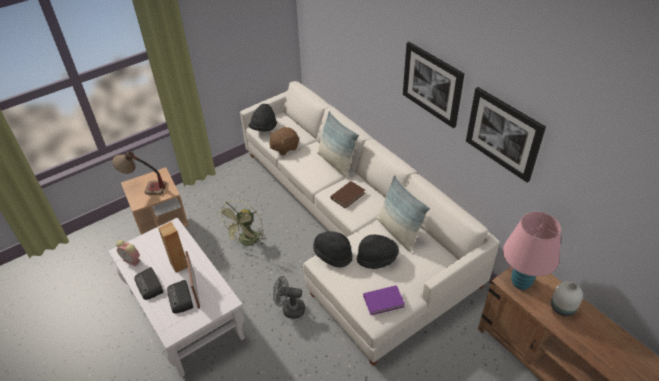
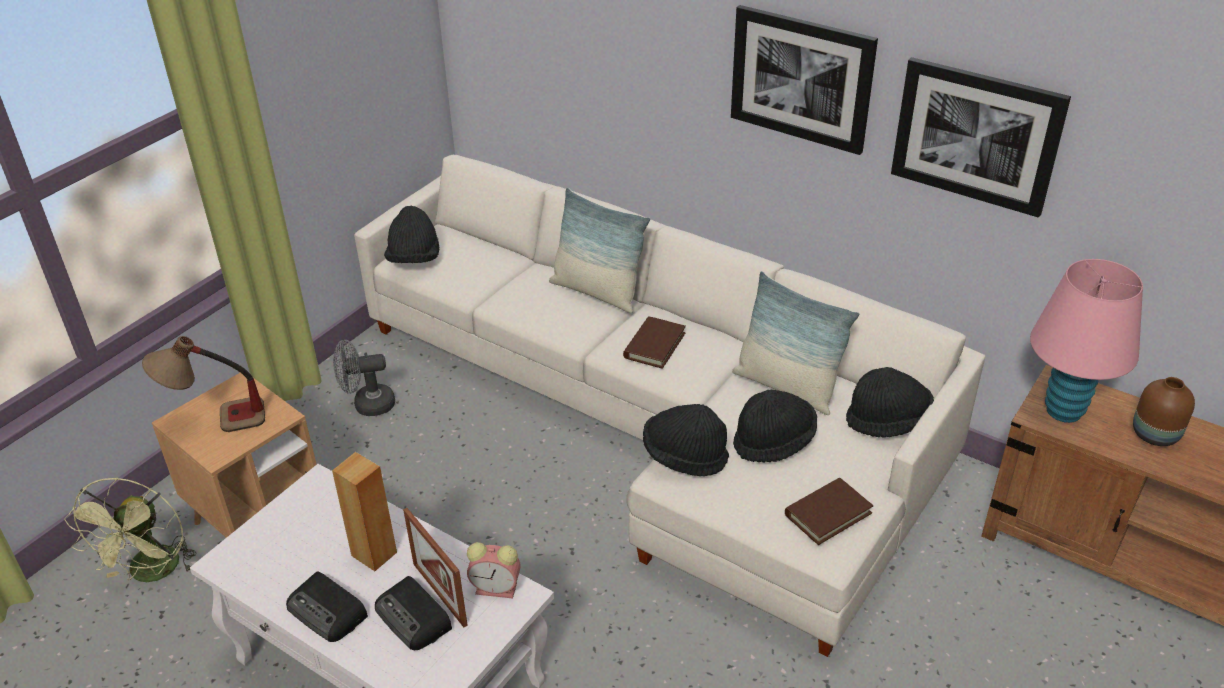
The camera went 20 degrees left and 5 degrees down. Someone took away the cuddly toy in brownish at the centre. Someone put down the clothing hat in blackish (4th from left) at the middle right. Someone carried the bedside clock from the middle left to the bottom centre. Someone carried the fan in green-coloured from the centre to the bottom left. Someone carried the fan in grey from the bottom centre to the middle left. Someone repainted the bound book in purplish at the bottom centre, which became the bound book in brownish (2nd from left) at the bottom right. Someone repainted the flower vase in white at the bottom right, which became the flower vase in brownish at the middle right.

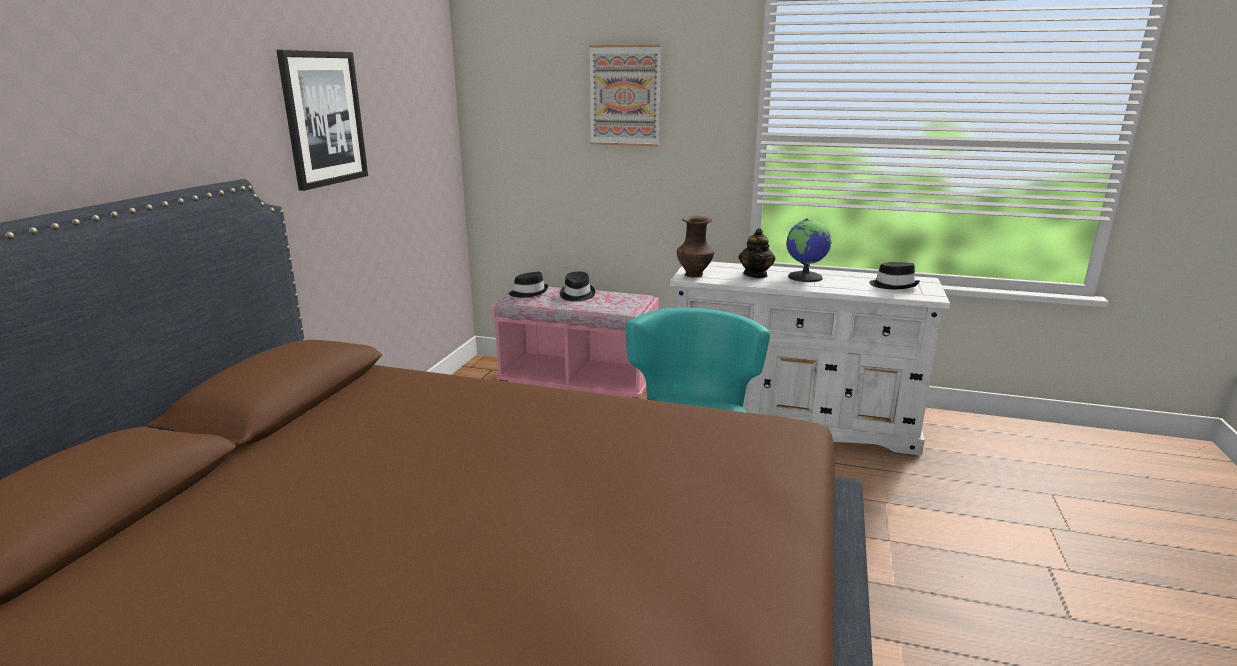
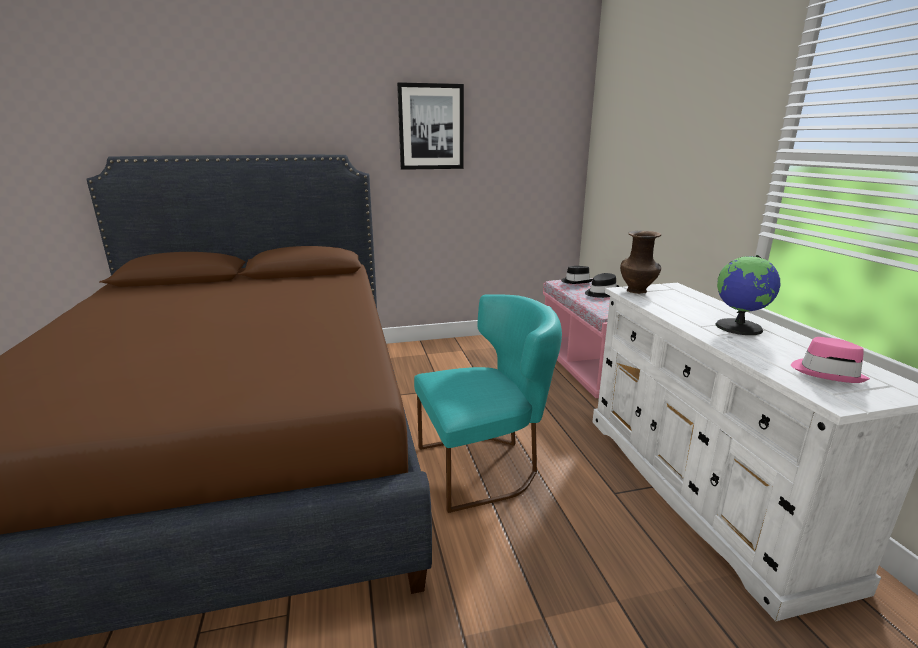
The camera went 60 degrees right and 0 degrees up. Someone took away the picture (2nd from left) at the top centre. Someone took away the tea pot at the centre. Someone repainted the clothing hat in blackish (3rd from left) at the middle right, which became the clothing hat in pink at the middle right.

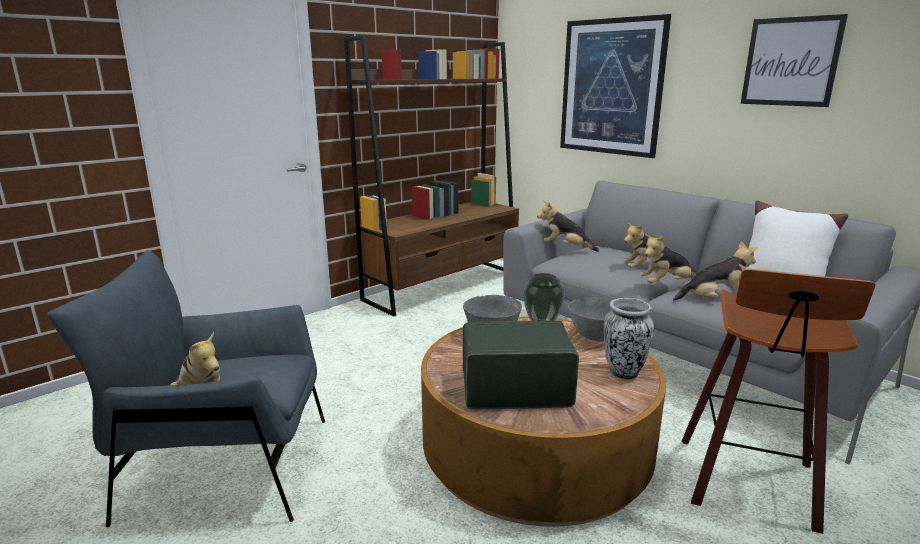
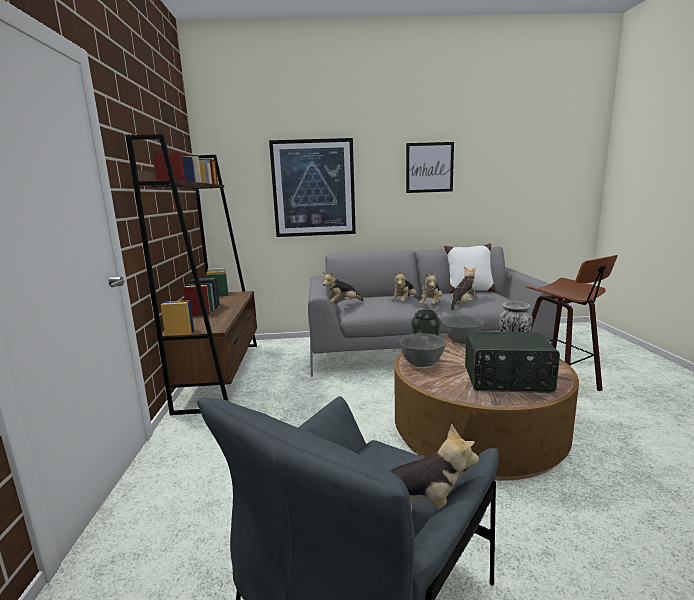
The camera went 50 degrees left and 5 degrees down. Someone rotated the radio set at the bottom centre by 120 degrees counterclockwise.

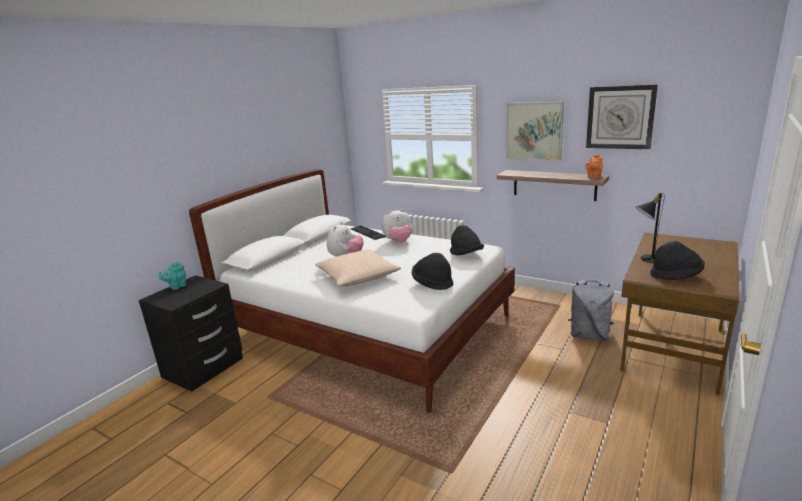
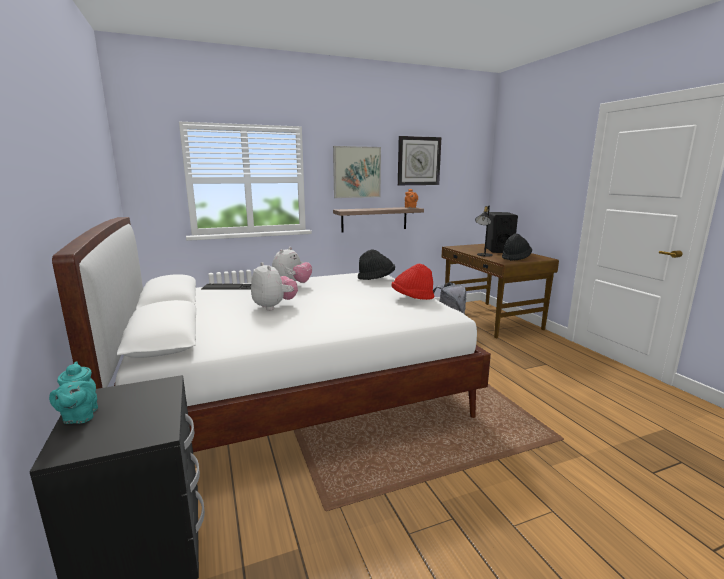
The camera went 55 degrees left and 5 degrees down. Someone took away the cushion in beige-coloured at the centre. Someone put down the loudspeaker in blackish at the middle right. Someone repainted the clothing hat in blackish (1st from left) at the centre, which became the clothing hat in reddish at the centre.

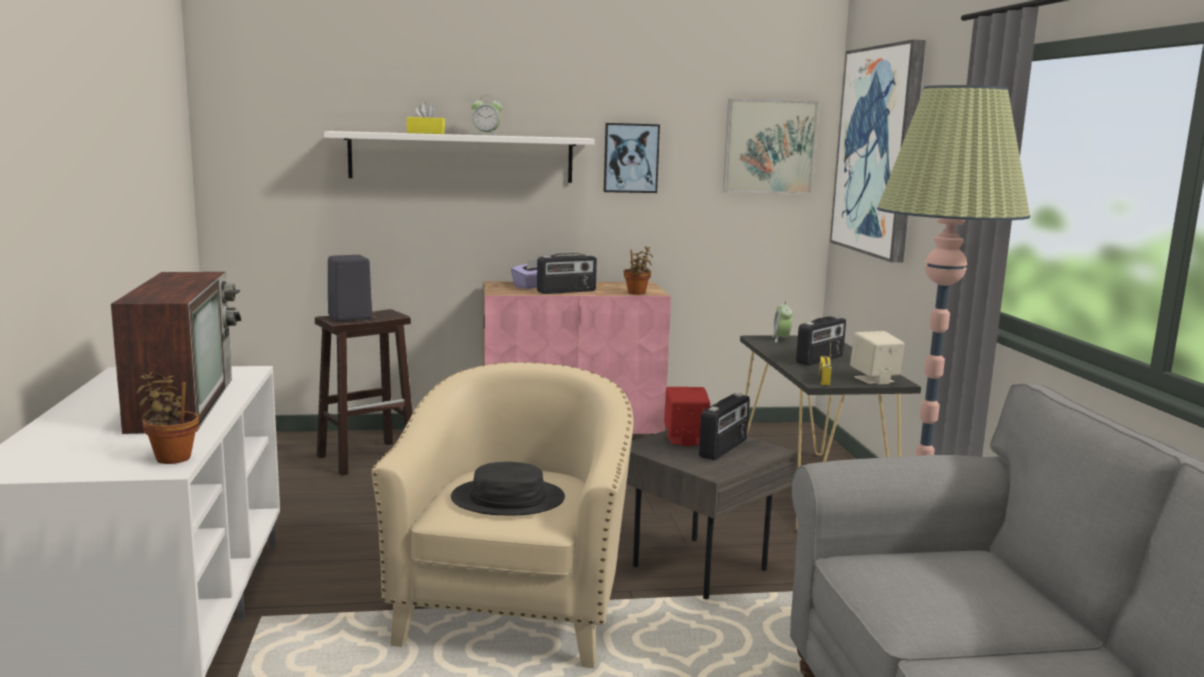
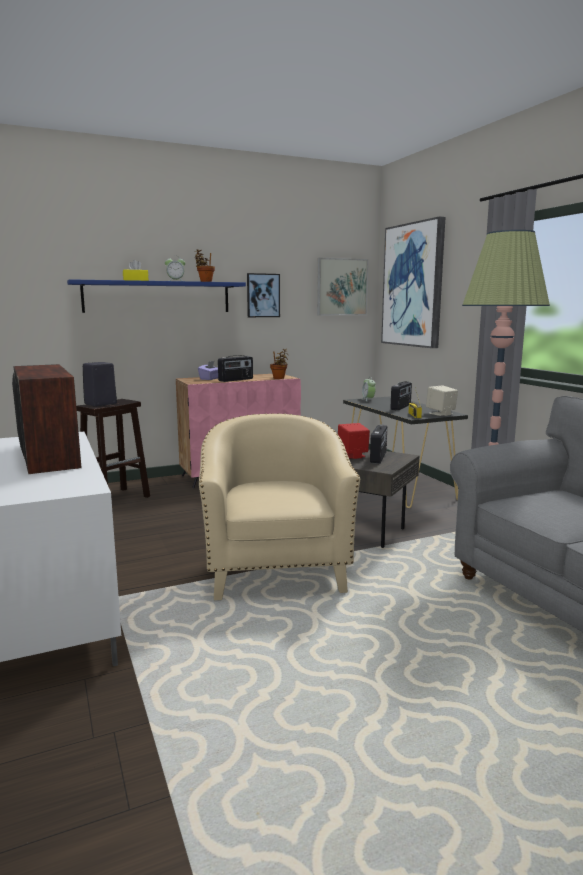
The camera went 15 degrees left and 0 degrees up. Someone took away the clothing hat in blackish at the bottom centre. Someone carried the potted plant (1st from left) from the middle left to the top centre. Someone repainted the wall shelf in white at the top centre, which became the wall shelf in blue-coloured at the middle left.

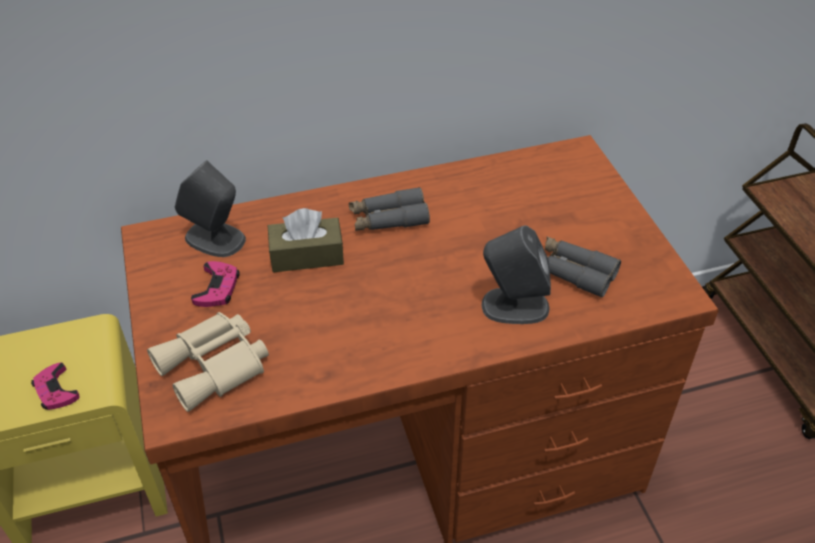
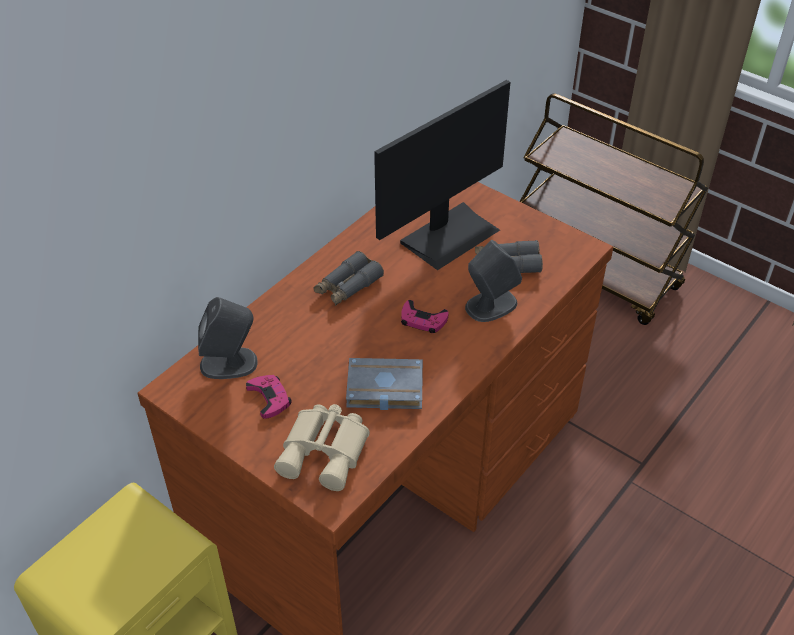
The camera went 35 degrees left and 0 degrees up. Someone took away the tissue box in brownish at the centre. Someone put down the bound book in grey at the centre. Someone put down the computer screen at the top centre. Someone carried the game controller in pink (1st from left in the first image) from the bottom left to the centre.

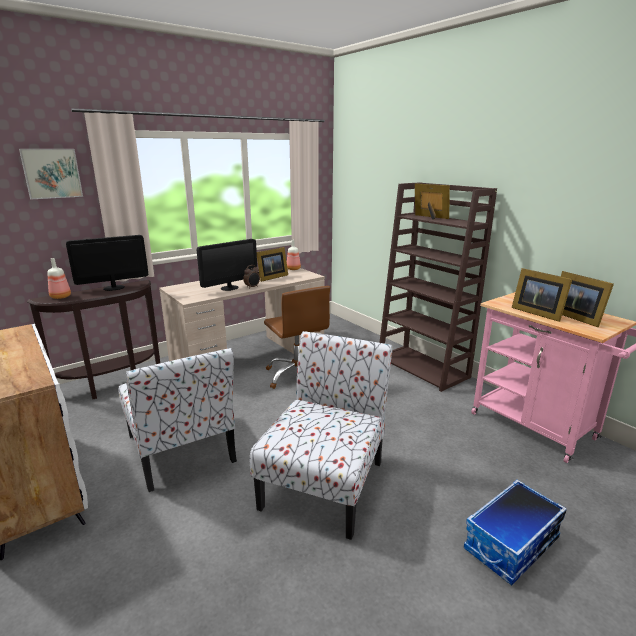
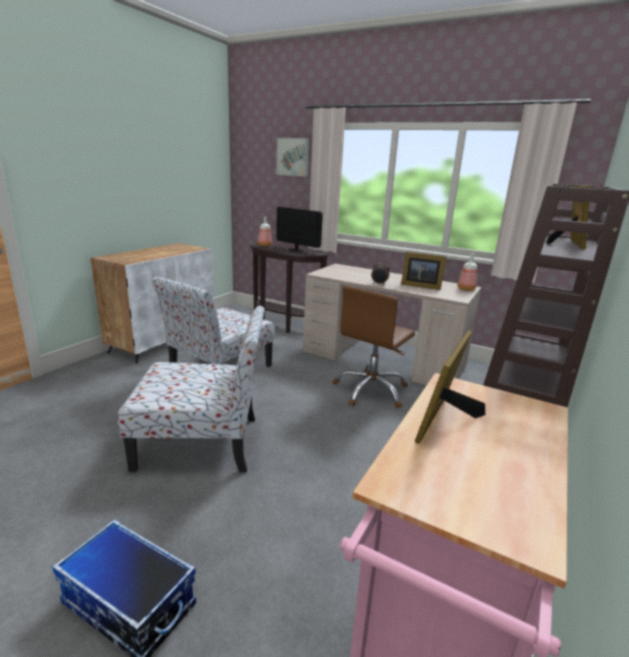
The camera went 65 degrees right and 0 degrees up. Someone took away the computer screen (2nd from left) at the centre. Someone took away the photo frame (4th from left) at the middle right.

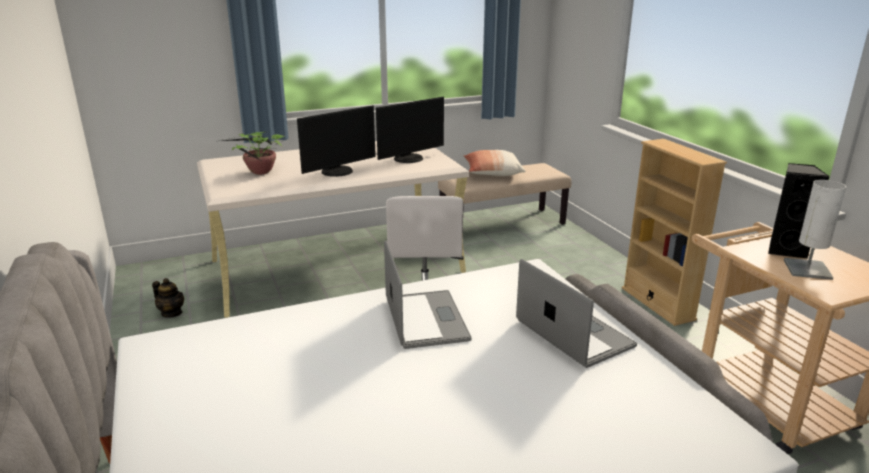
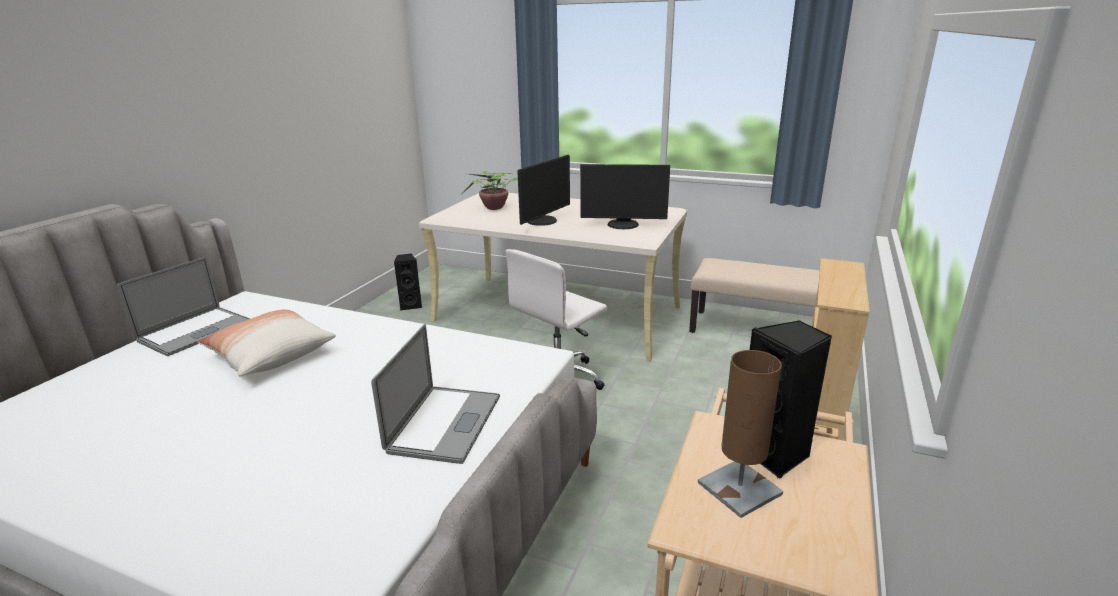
The camera went 45 degrees right and 0 degrees up. Someone carried the laptop (1st from left) from the centre to the middle left. Someone carried the cushion from the centre to the middle left. Someone swapped the tea pot at the middle left for the loudspeaker in blackish (1st from left) at the centre. Someone repainted the tabletop lamp in white at the middle right, which became the tabletop lamp in brownish at the bottom centre. Someone rotated the computer screen (1st from left) at the top centre by 60 degrees counterclockwise.

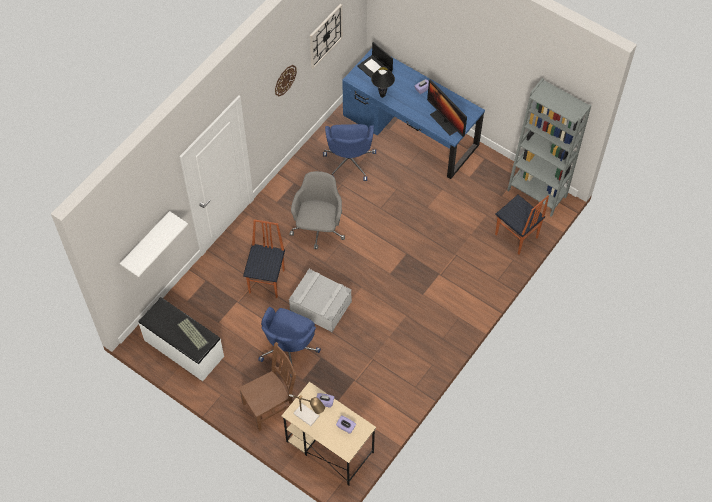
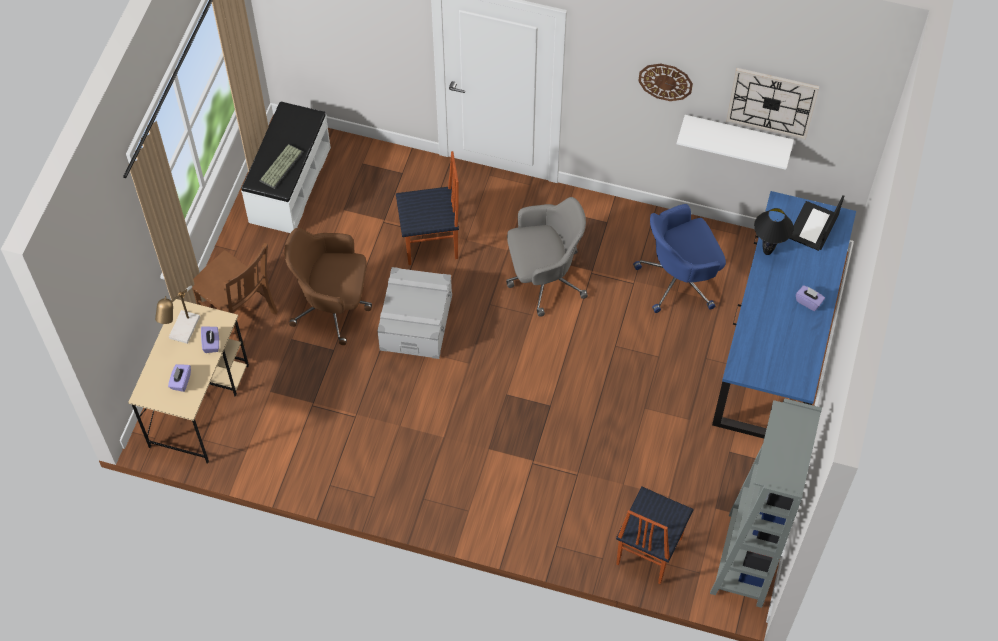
The camera went 70 degrees right and 0 degrees up. Someone took away the computer screen at the top centre. Someone carried the wall shelf in white from the middle left to the top right. Someone repainted the desk chair in blue-coloured (1st from left) at the bottom centre, which became the desk chair in brownish at the middle left.

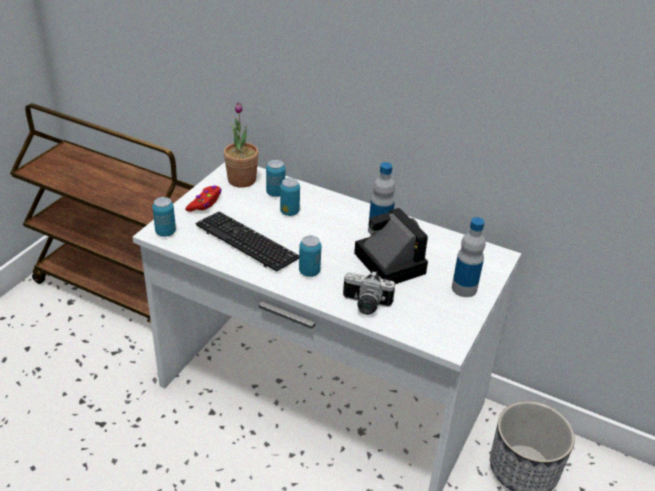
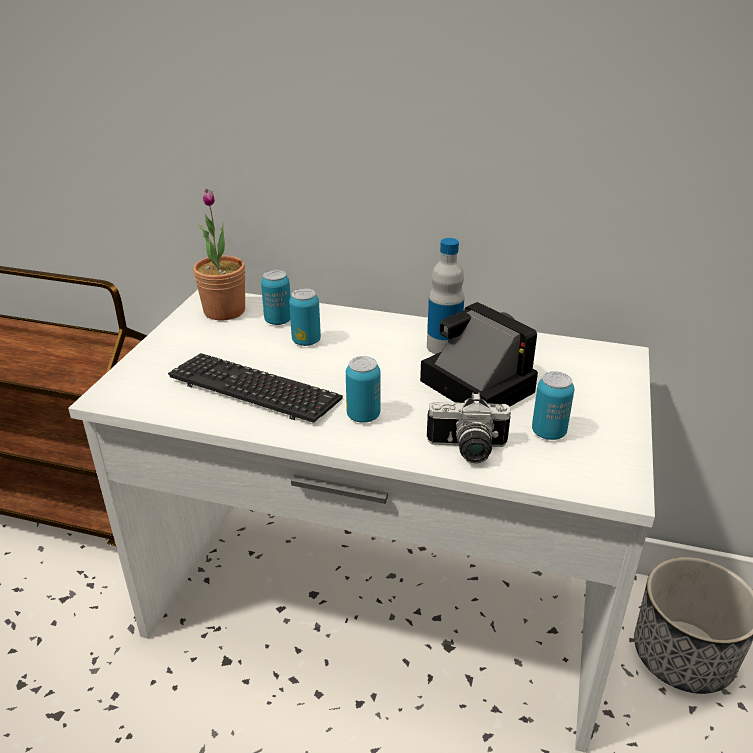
The camera went 10 degrees left and 5 degrees down. Someone took away the game controller in reddish at the middle left. Someone took away the beverage bottle (2nd from left) at the middle right. Someone carried the can (1st from left in the first image) from the middle left to the middle right.

